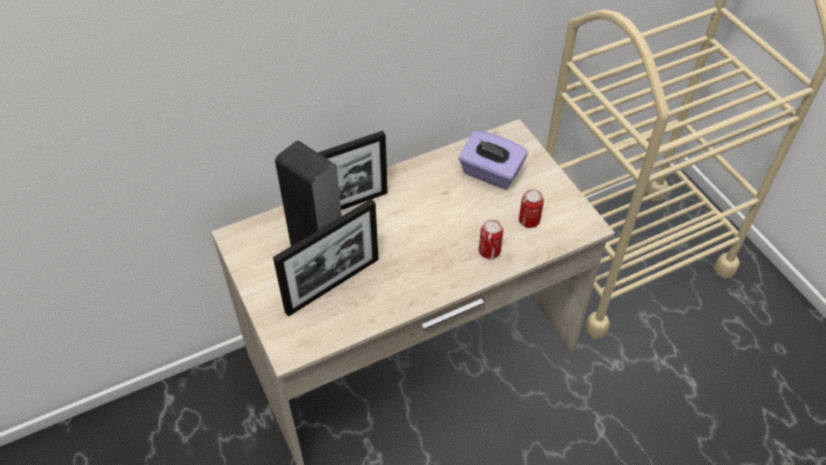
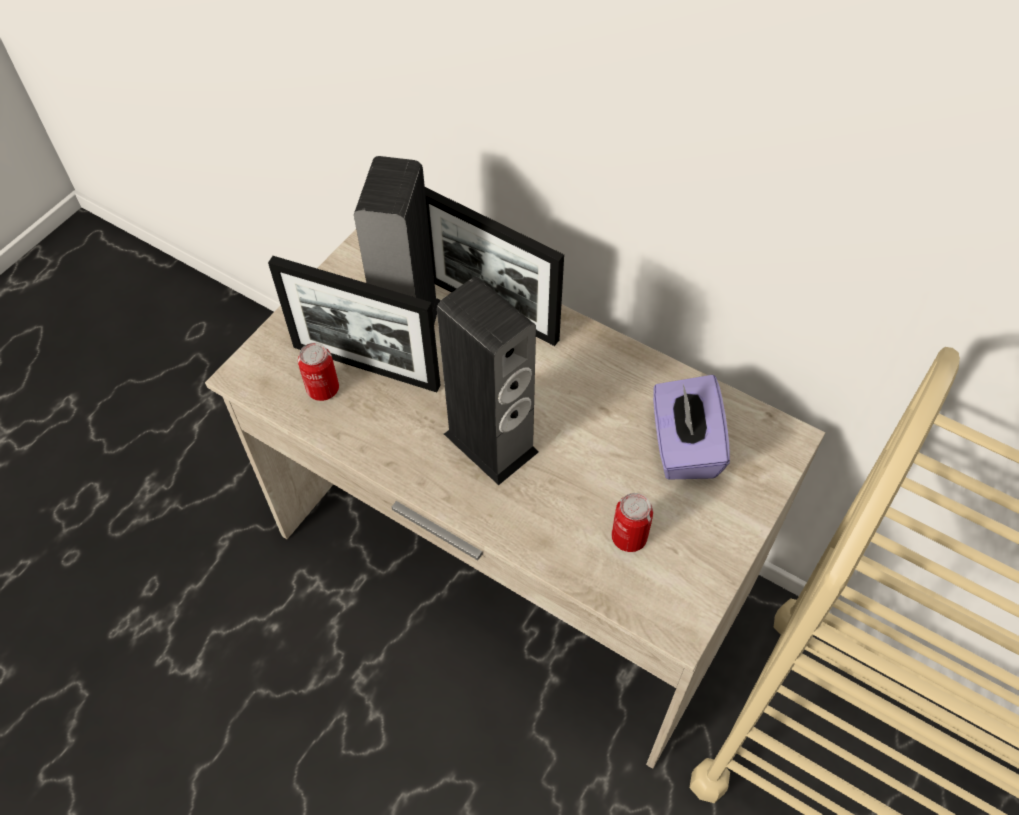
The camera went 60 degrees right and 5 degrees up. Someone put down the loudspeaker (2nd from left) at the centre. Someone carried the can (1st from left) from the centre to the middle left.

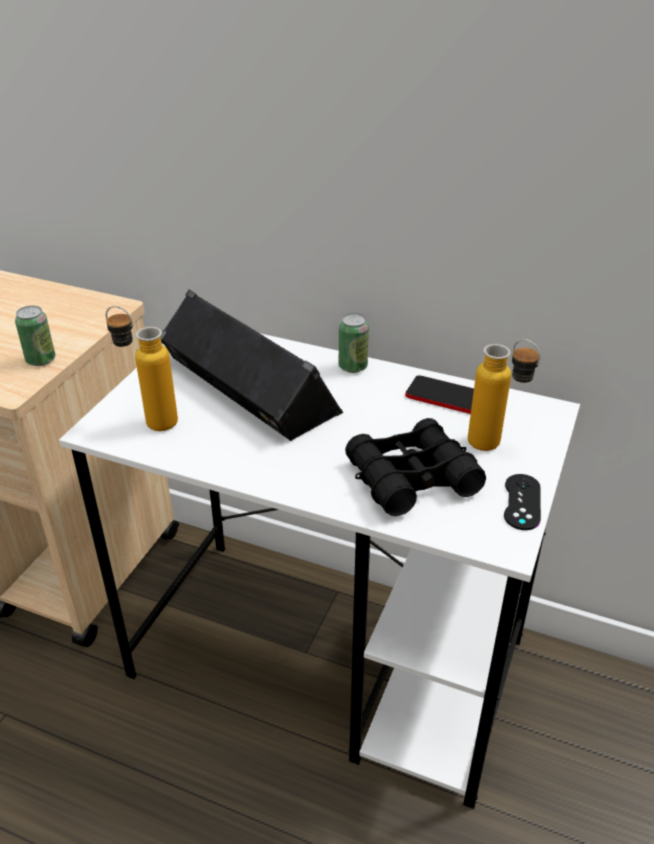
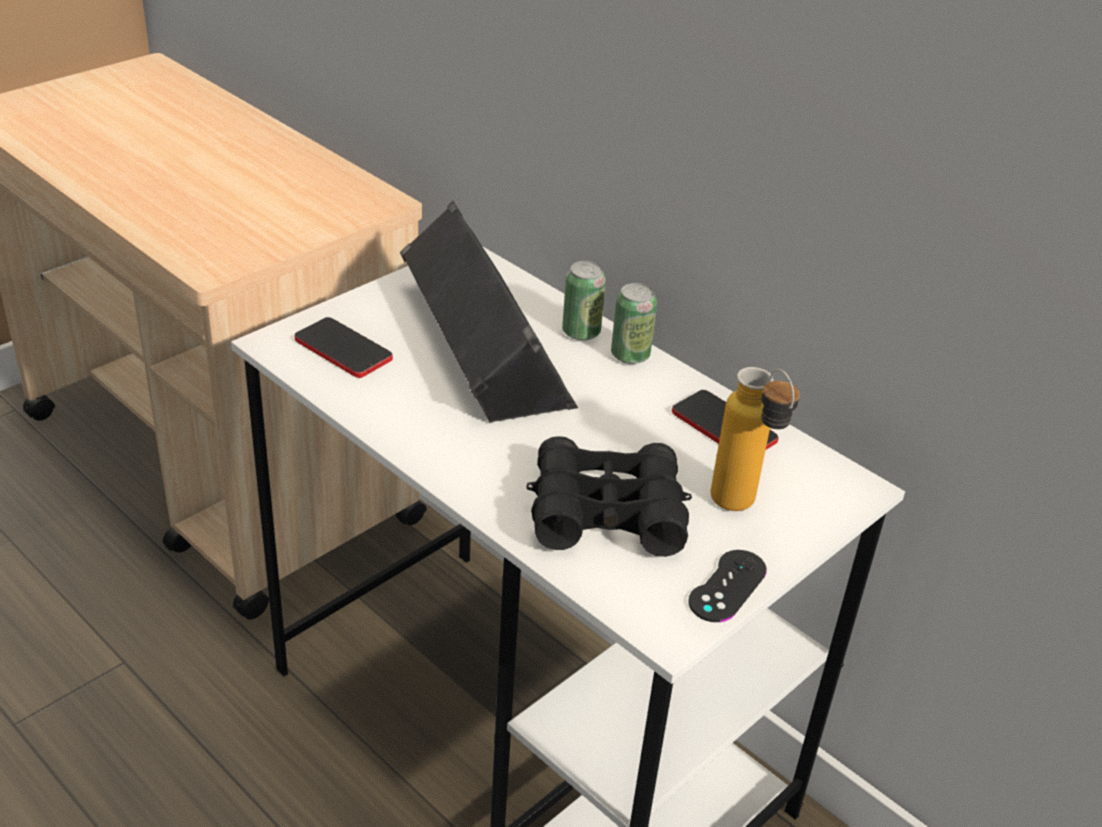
The camera went 20 degrees right and 0 degrees up. Someone carried the can (1st from left) from the middle left to the centre. Someone swapped the beverage bottle (1st from left) at the middle left for the handset (1st from left) at the middle left.

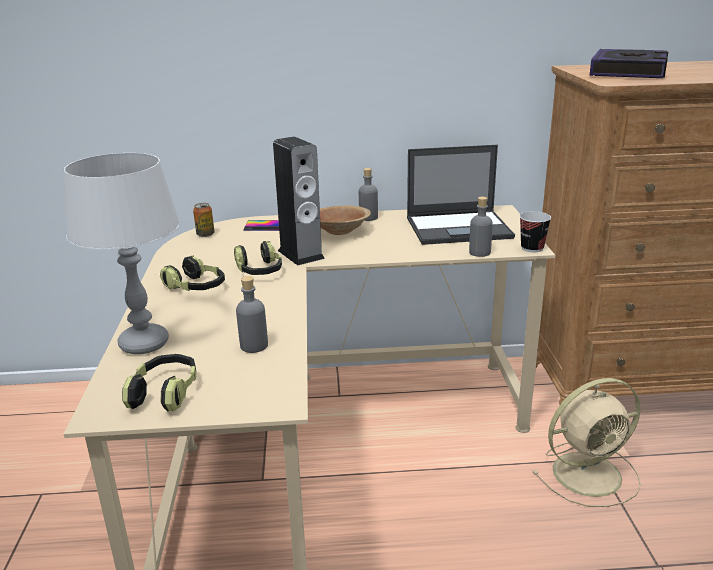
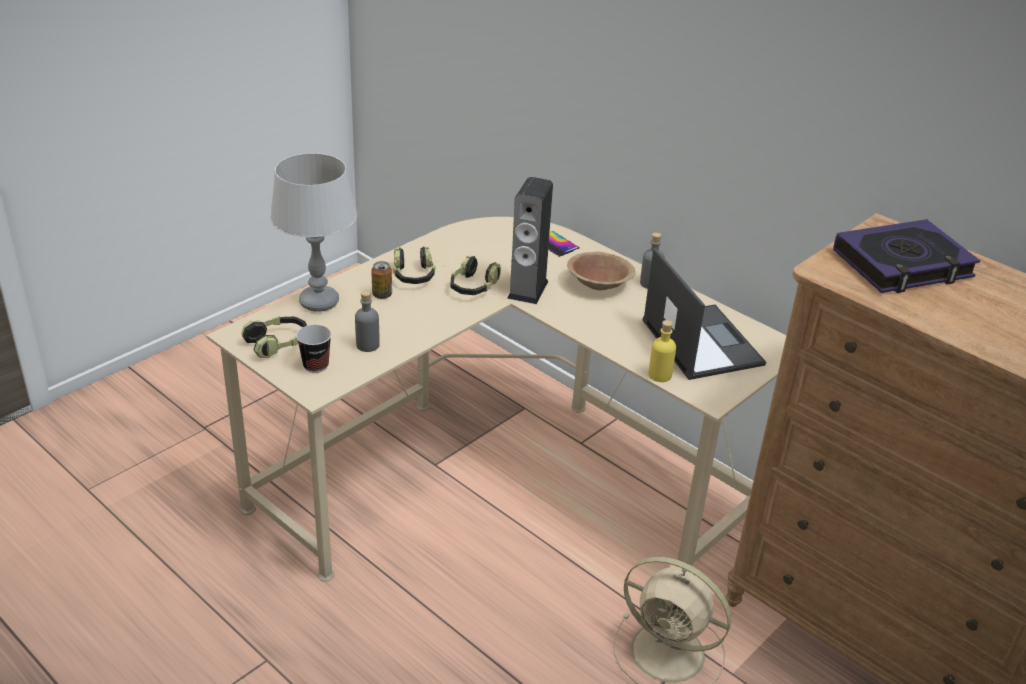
The camera went 45 degrees right and 10 degrees up. Someone carried the can from the middle left to the centre. Someone carried the drinking cup from the middle right to the middle left. Someone repainted the beverage bottle in grey (3rd from left) at the middle right, which became the beverage bottle in yellow at the centre. Someone rotated the laptop at the centre by 150 degrees counterclockwise.

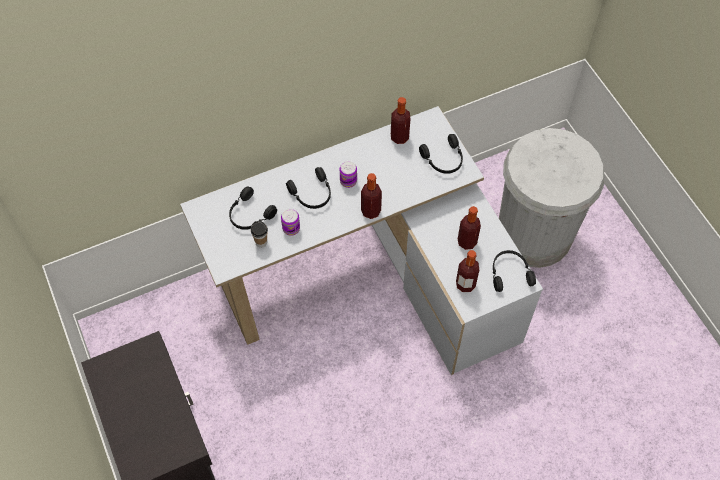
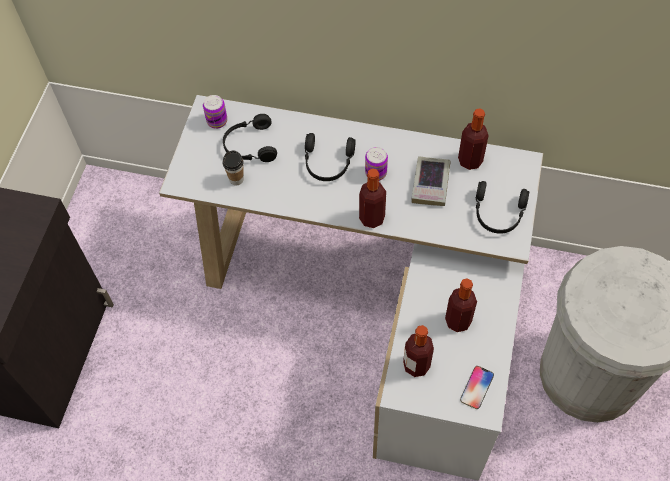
The camera went 40 degrees right and 0 degrees up. Someone put down the bound book at the centre. Someone carried the can (1st from left) from the centre to the top left. Someone swapped the headphones in blackish (4th from left) at the middle right for the handset at the bottom right.

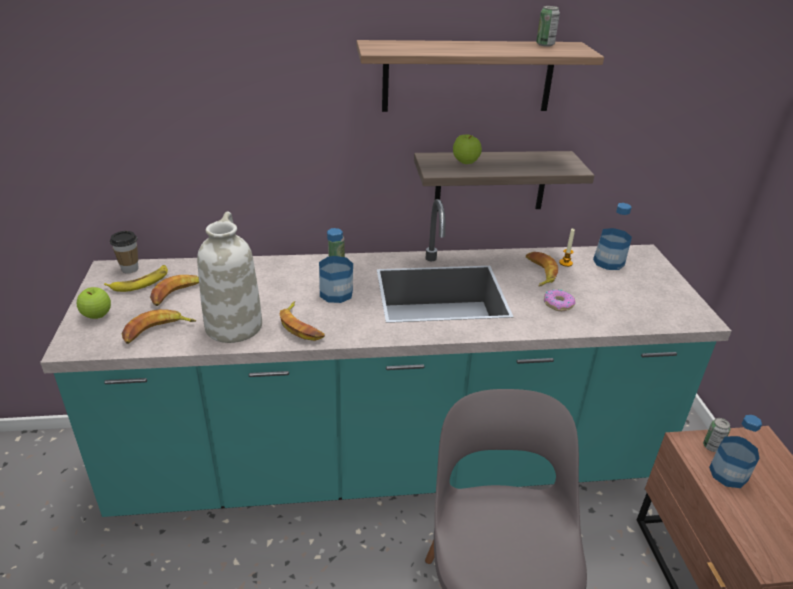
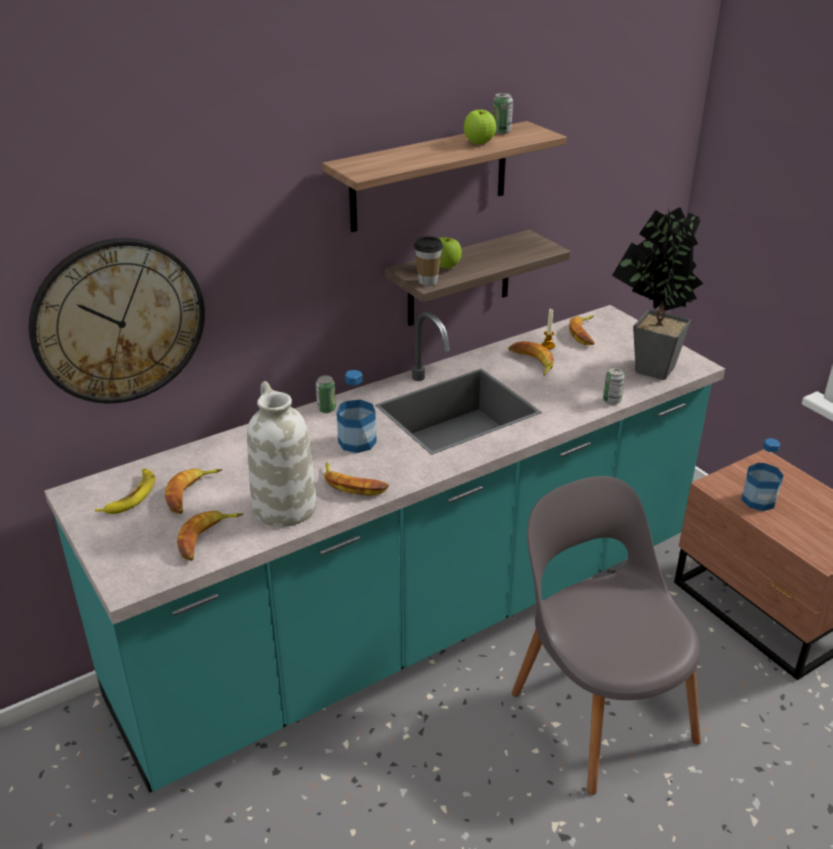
The camera went 25 degrees left and 0 degrees up. Someone took away the doughnut at the middle right. Someone put up the wall clock at the middle left. Someone put down the potted plant at the middle right. Someone carried the apple (1st from left in the first image) from the middle left to the top centre. Someone carried the drinking cup from the middle left to the top centre. Someone carried the can (3rd from left) from the bottom right to the middle right. Someone swapped the beverage bottle (2nd from left) at the middle right for the whole banana (6th from left) at the middle right.

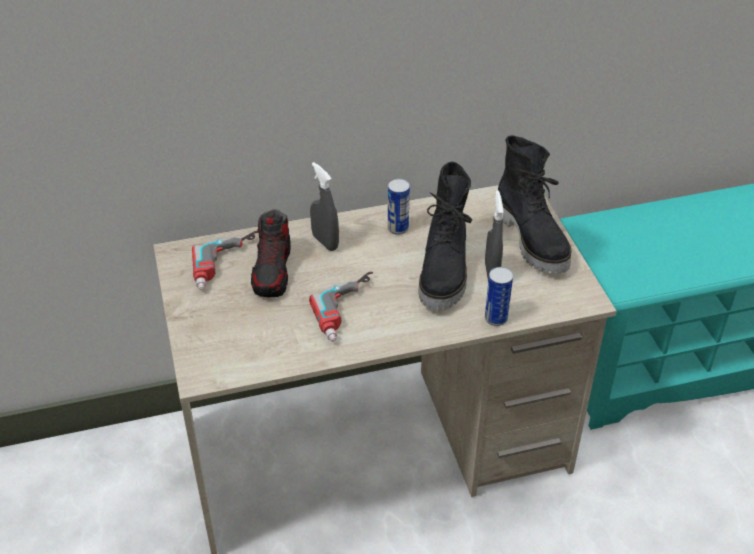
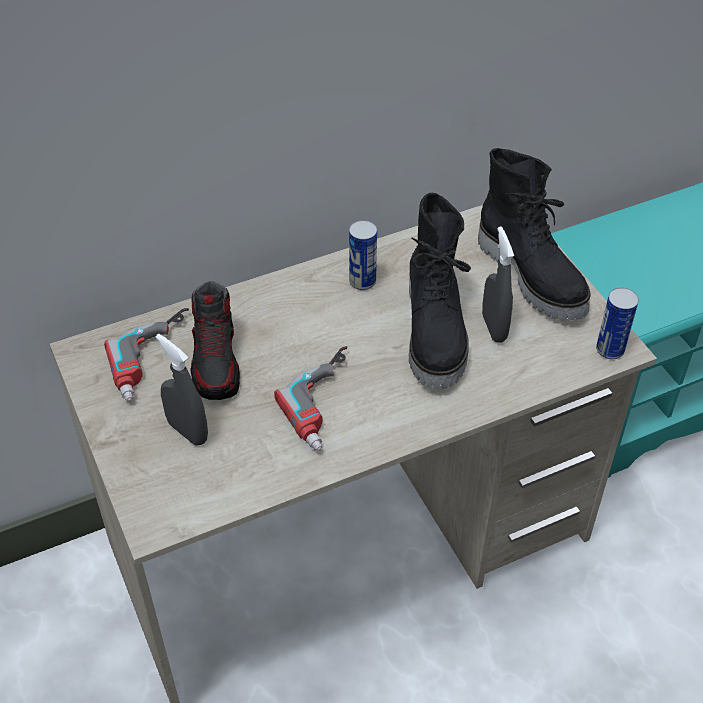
The camera went 10 degrees left and 5 degrees up. Someone carried the sprayer in grey (1st from left) from the centre to the middle left. Someone carried the can (2nd from left) from the centre to the middle right.

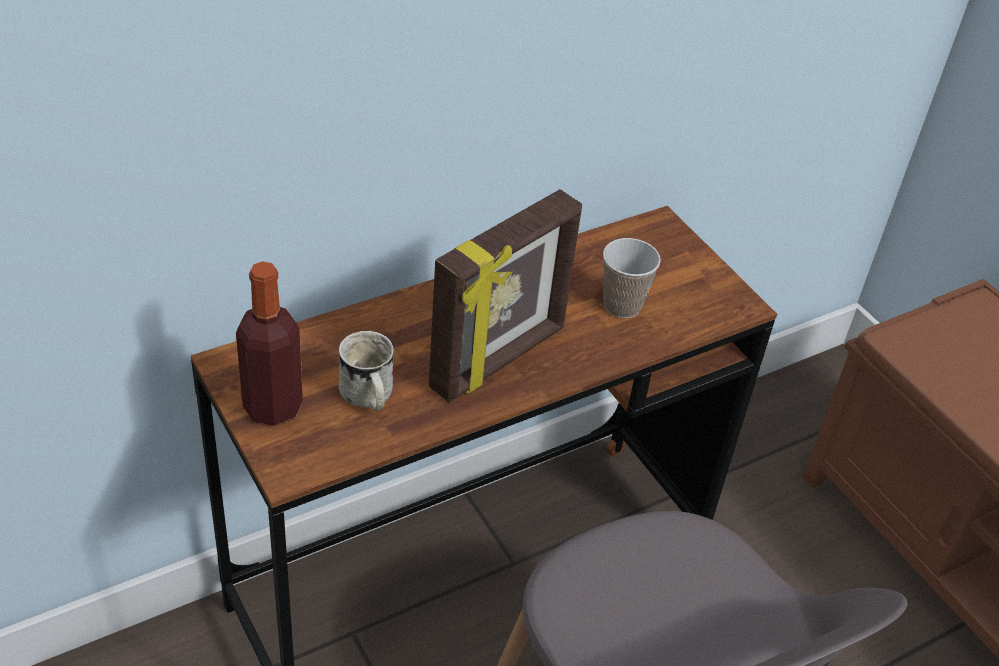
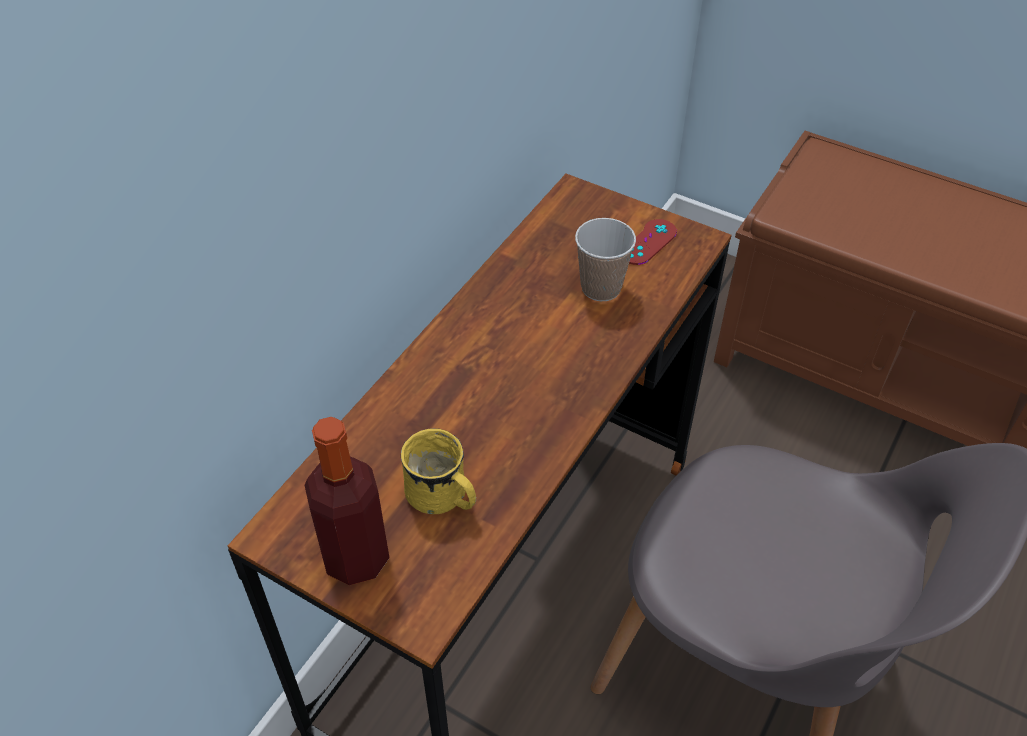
The camera went 25 degrees left and 5 degrees up. Someone took away the photo frame at the centre. Someone put down the game controller in reddish at the top centre. Someone repainted the mug in white at the centre, which became the mug in yellow at the centre.

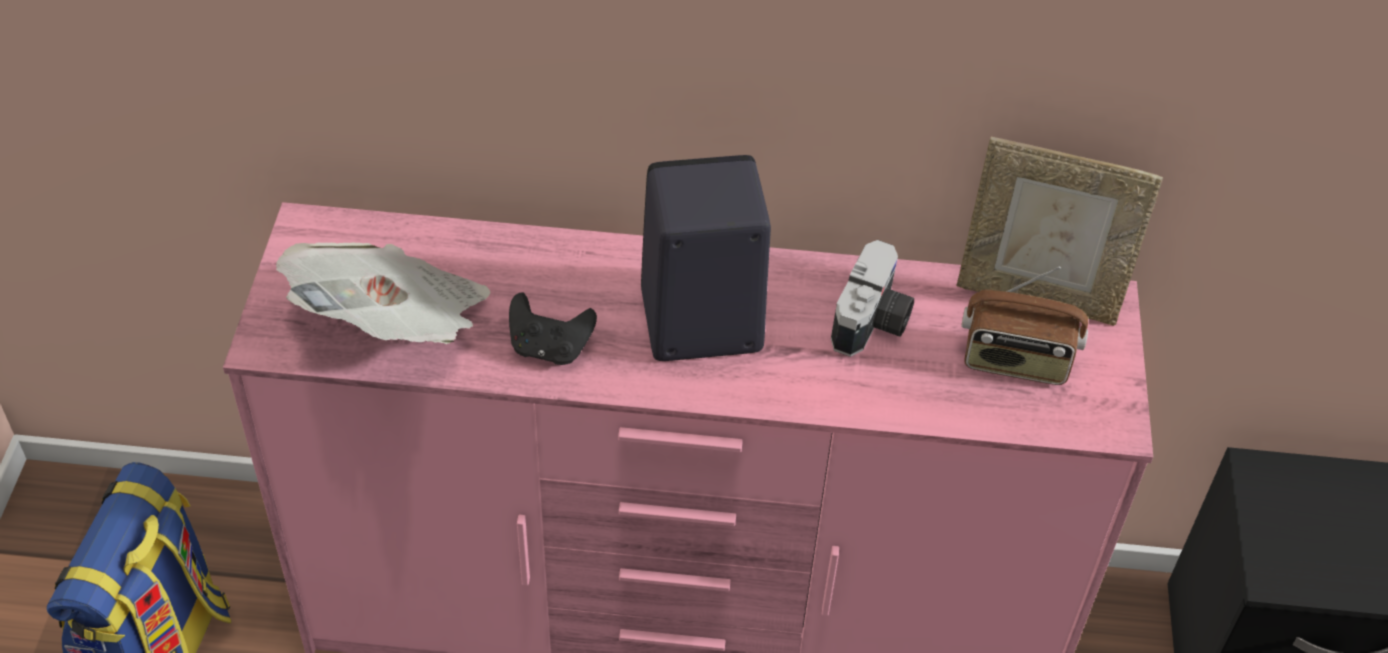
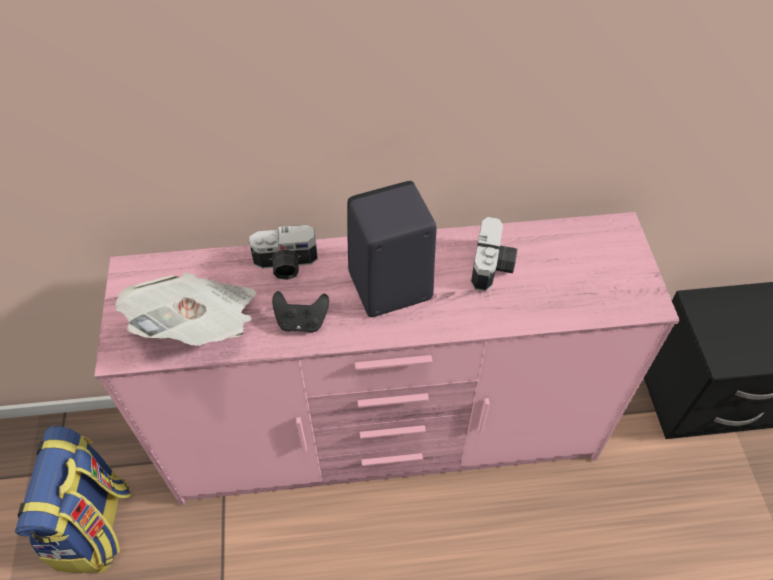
The camera went 10 degrees left and 5 degrees up. Someone took away the photo frame at the middle right. Someone took away the radio set at the middle right. Someone put down the photo camera (1st from left) at the centre.

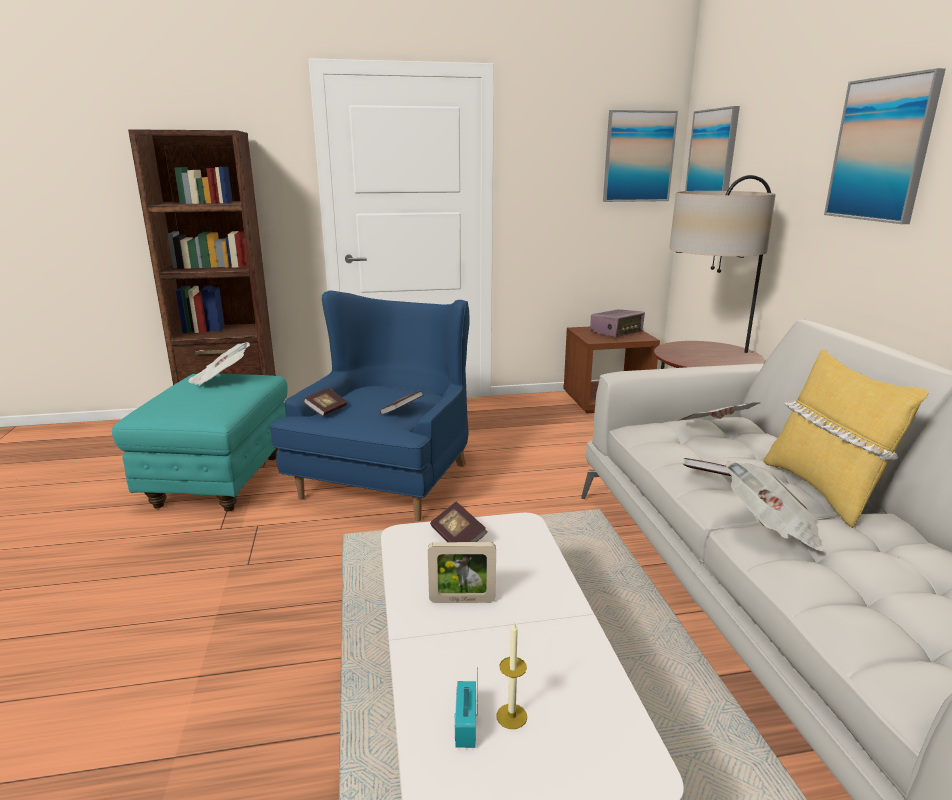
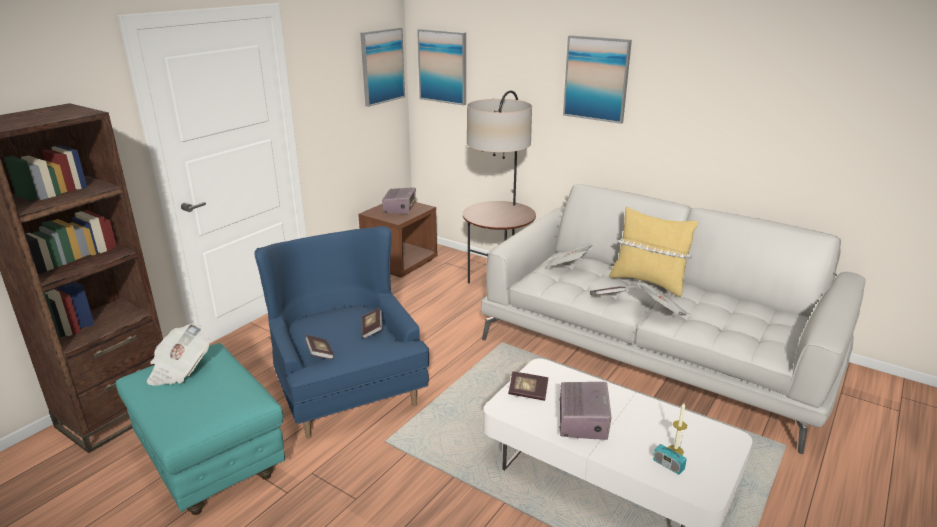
The camera went 45 degrees left and 5 degrees up. Someone swapped the photo frame at the bottom centre for the radio set (2nd from left) at the bottom centre.

